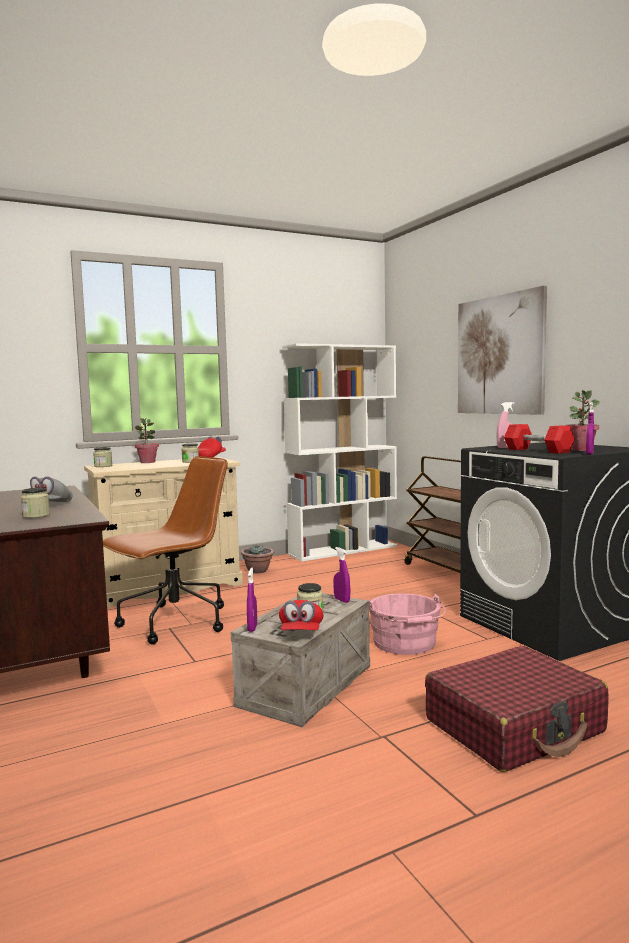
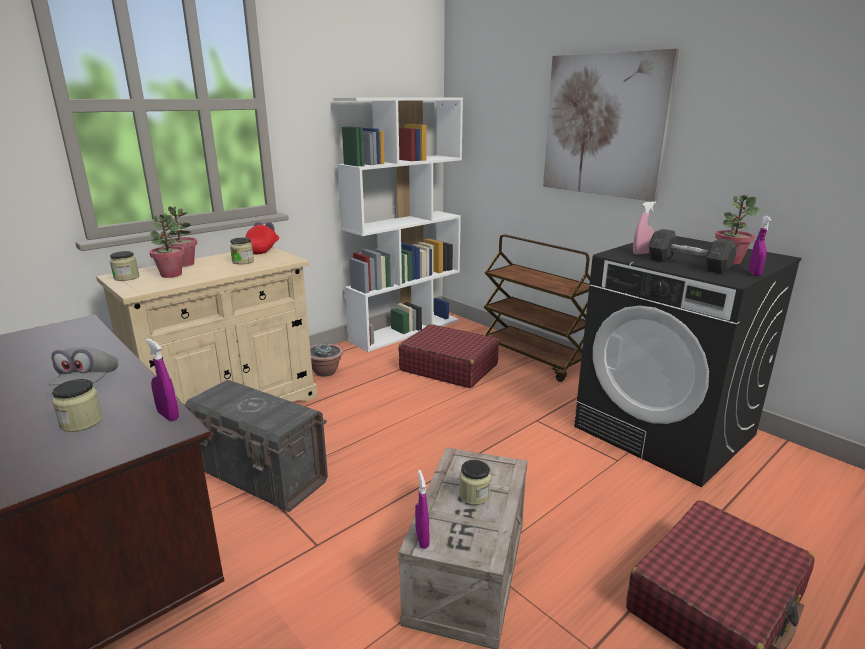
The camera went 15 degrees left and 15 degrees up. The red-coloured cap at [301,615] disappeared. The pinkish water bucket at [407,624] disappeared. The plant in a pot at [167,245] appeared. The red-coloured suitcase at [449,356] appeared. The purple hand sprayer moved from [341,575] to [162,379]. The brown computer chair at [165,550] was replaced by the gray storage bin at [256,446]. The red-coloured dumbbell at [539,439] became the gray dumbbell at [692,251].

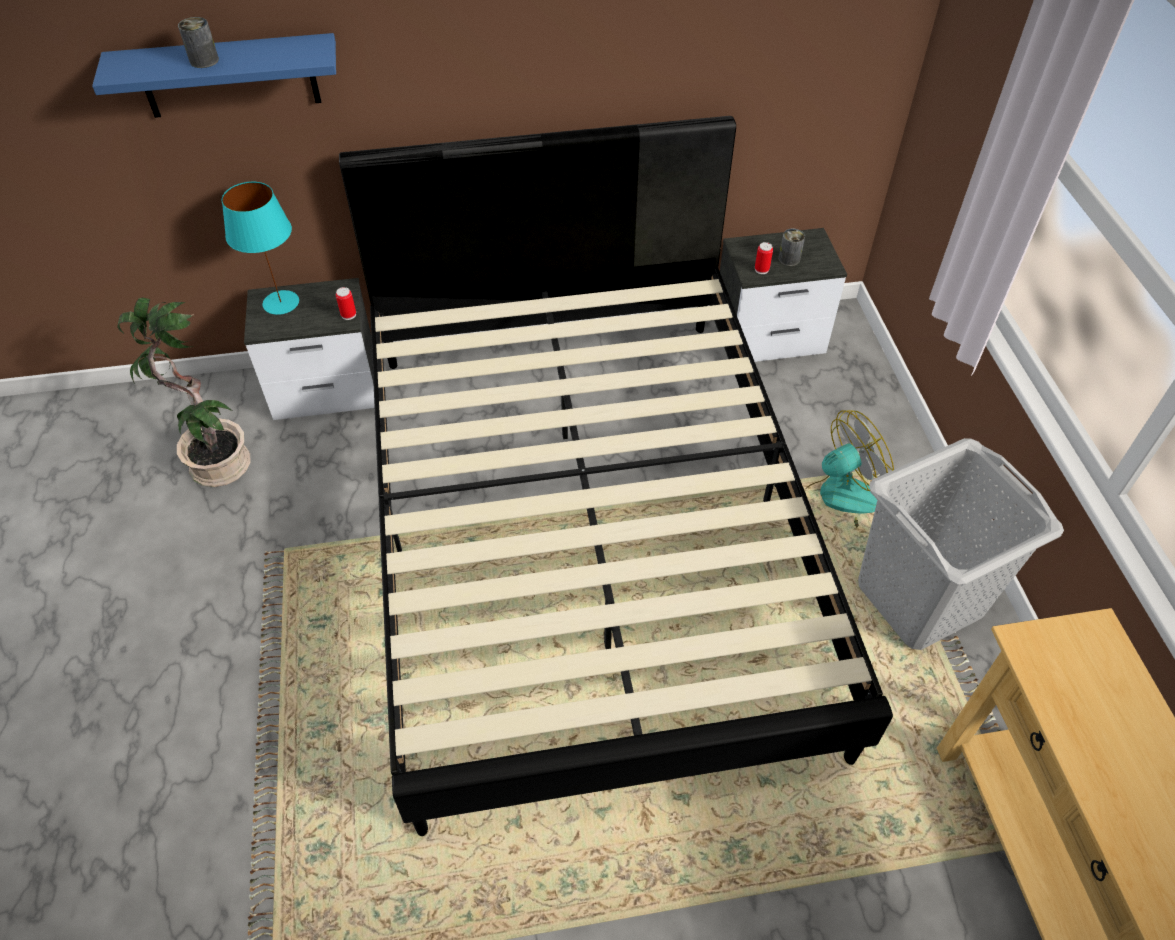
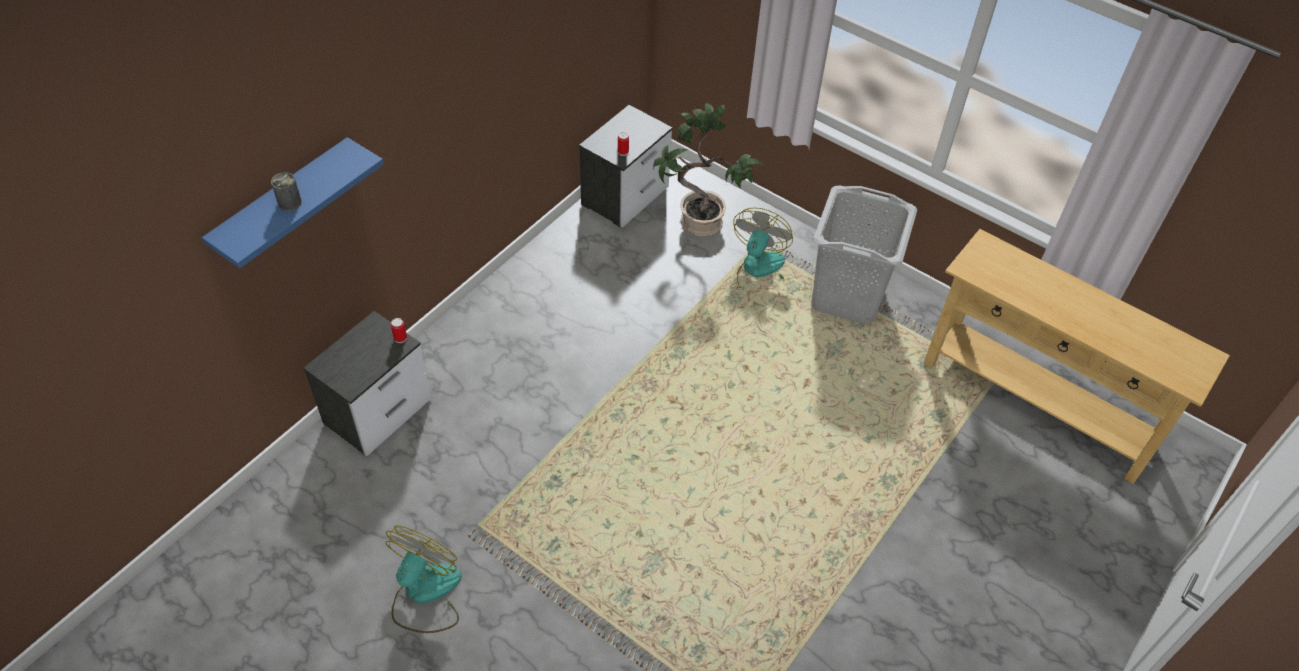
The camera went 45 degrees left and 0 degrees up. The turquoise tabletop lamp at [260,248] disappeared. The black-coloured bedroom bed at [616,476] disappeared. The metal can at [791,247] disappeared. The electric fan at [423,579] appeared. The plant in a pot moved from [184,392] to [708,170].

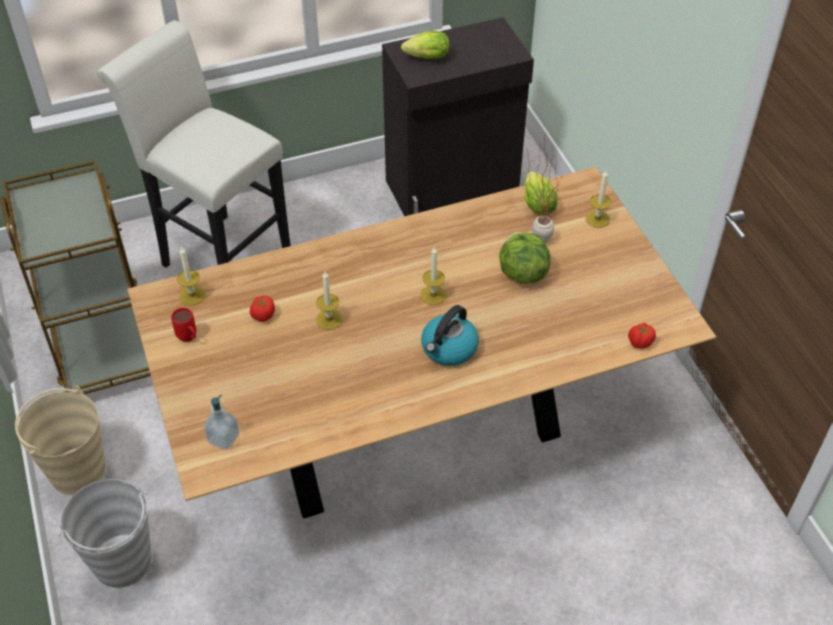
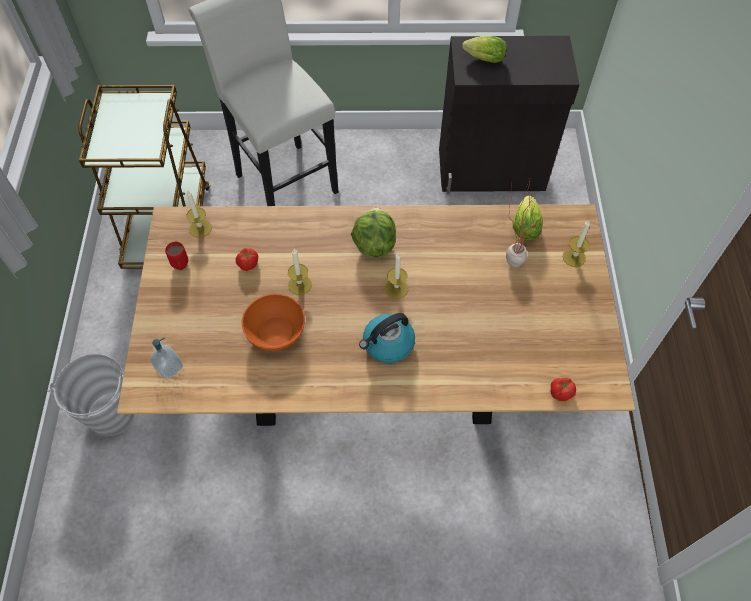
The camera went 20 degrees right and 10 degrees up. The beige-coloured water bucket at [60,440] disappeared. The orangey bowl at [273,322] appeared. The lettuce head moved from [525,258] to [373,232].

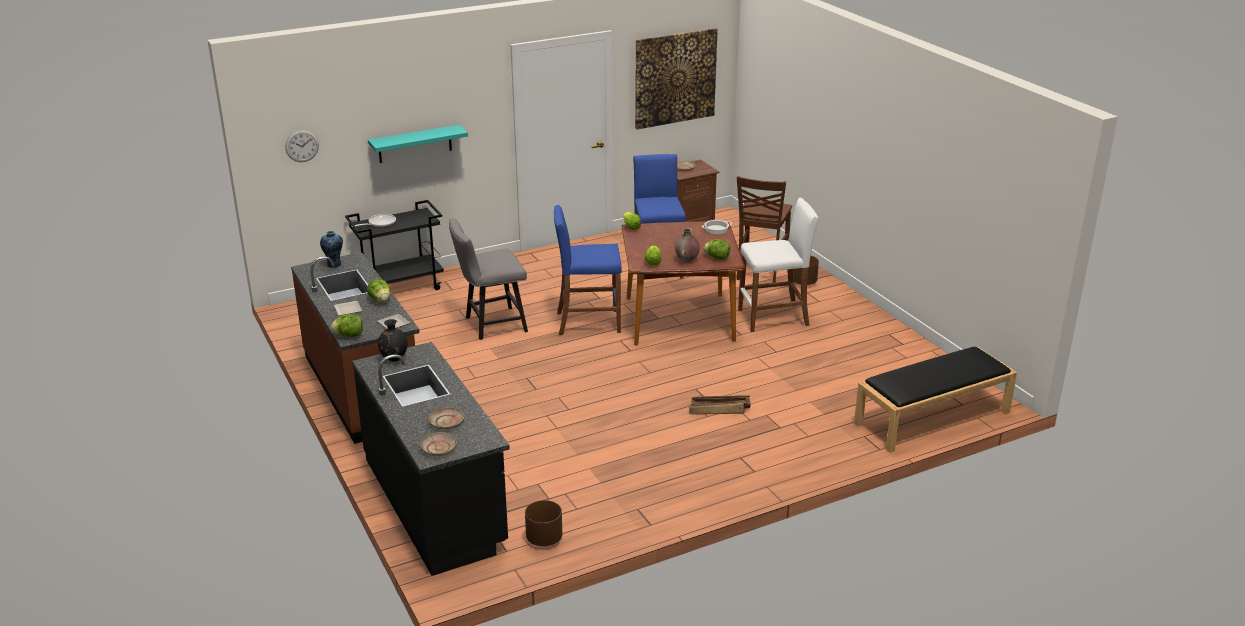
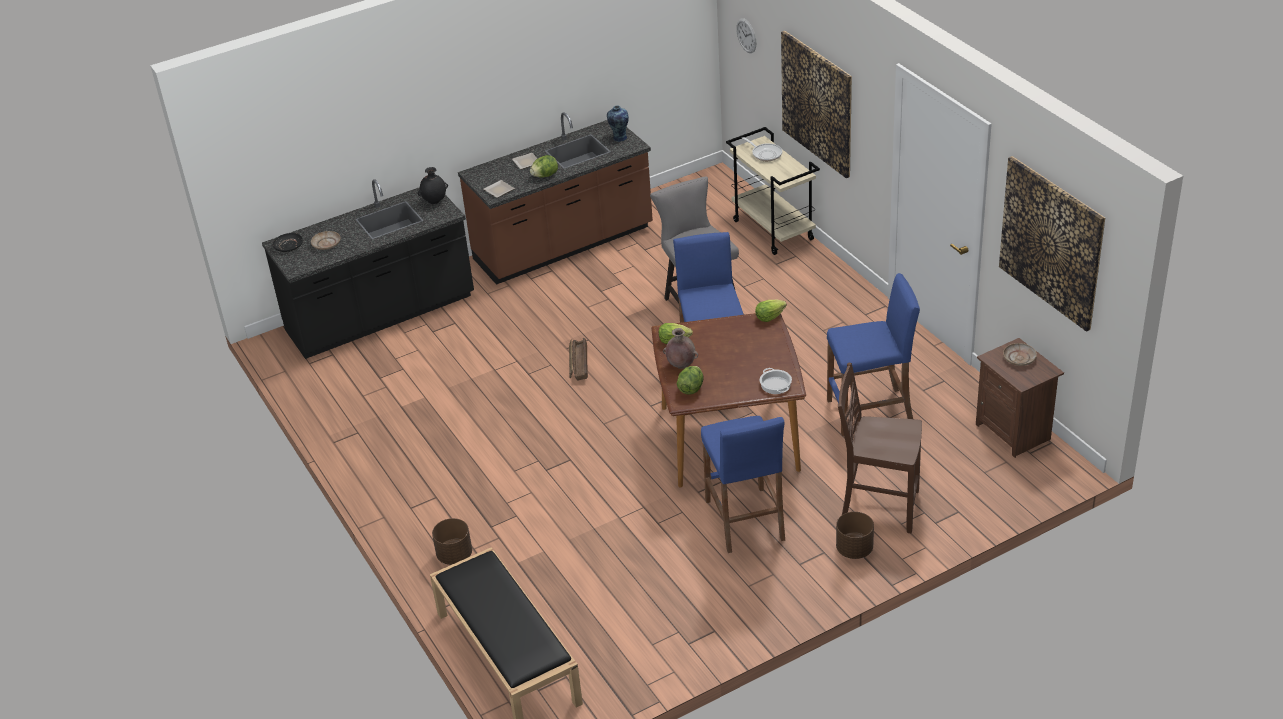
The camera went 90 degrees right and 10 degrees up. The lettuce head at [347,325] disappeared. The brown plant pot moved from [543,523] to [452,541]. The crate moved from [720,405] to [578,359]. The turquoise shelf at [418,144] was replaced by the picture at [816,104]. The black-coloured wheeled cart at [394,245] became the beige-coloured wheeled cart at [773,191]. The beige-coloured flat dish at [438,444] became the black-coloured flat dish at [288,242]. The white stool at [778,265] became the blue-coloured stool at [743,484].

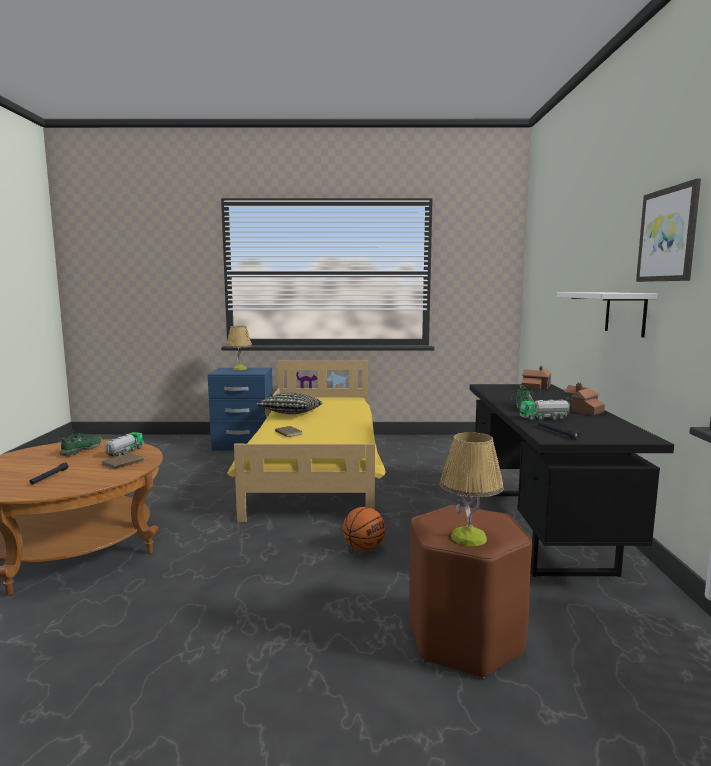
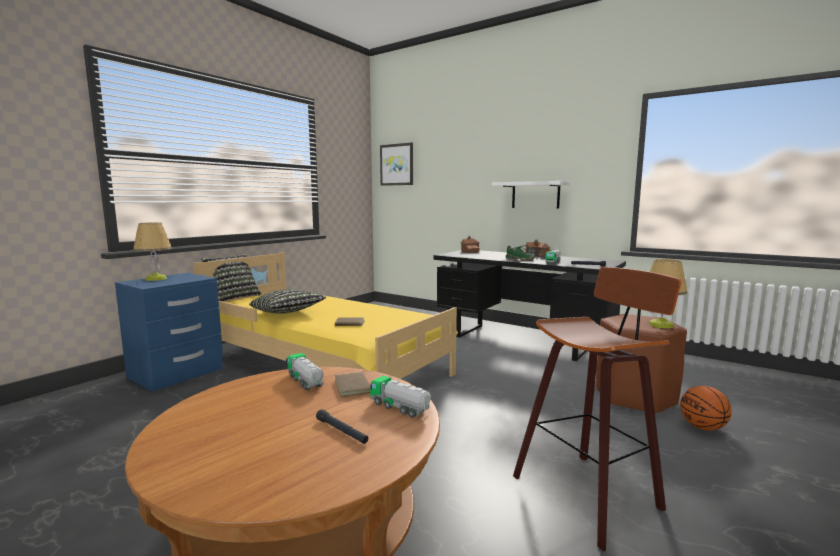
The camera went 55 degrees left and 0 degrees up. The green shoe at [80,443] disappeared. The cushion at [231,277] appeared. The toy truck at [400,397] appeared. The stool at [597,409] appeared. The basketball ball moved from [364,529] to [706,408]. The picture moved from [668,230] to [396,164].

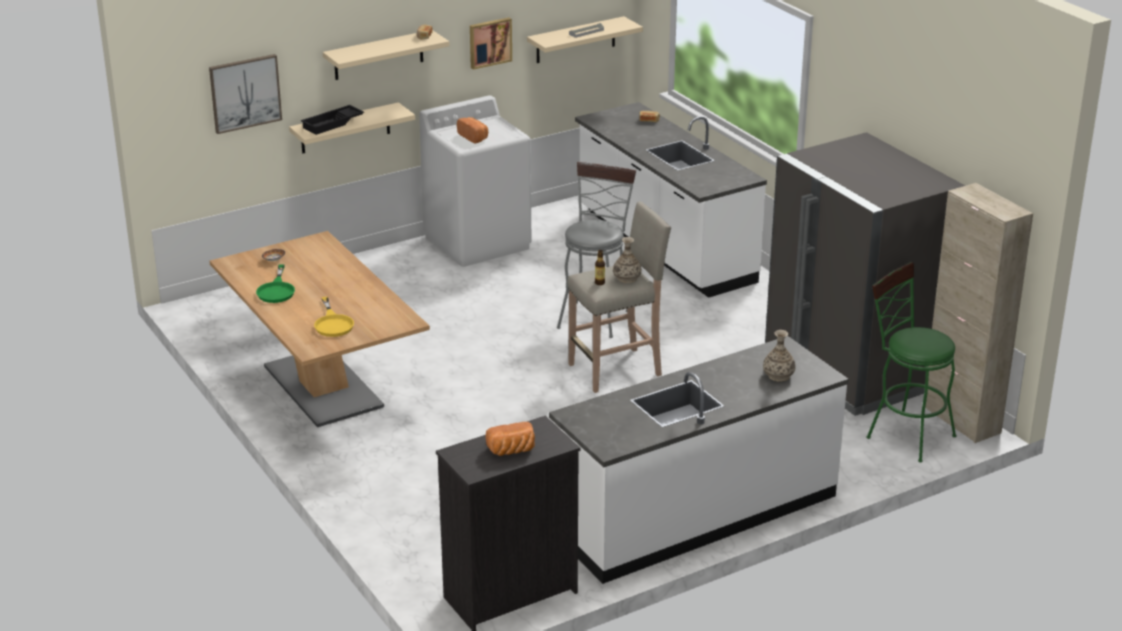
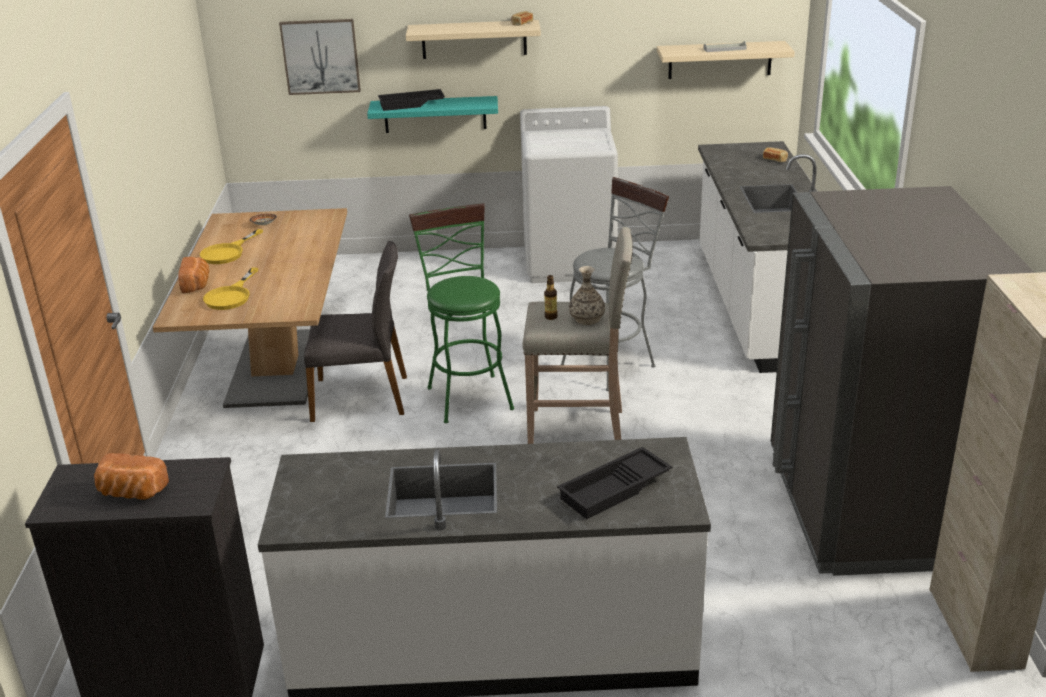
The camera went 30 degrees right and 0 degrees up. The picture at [491,43] disappeared. The gray plain chair at [355,331] appeared. The baked bread moved from [472,130] to [193,275]. The green stool moved from [911,362] to [461,313]. The decorative vase at [779,356] was replaced by the black-coloured tray at [615,483]. The green skillet at [275,283] became the yellow-coloured skillet at [231,246]. The beige-coloured shelf at [352,127] became the turquoise shelf at [432,114].

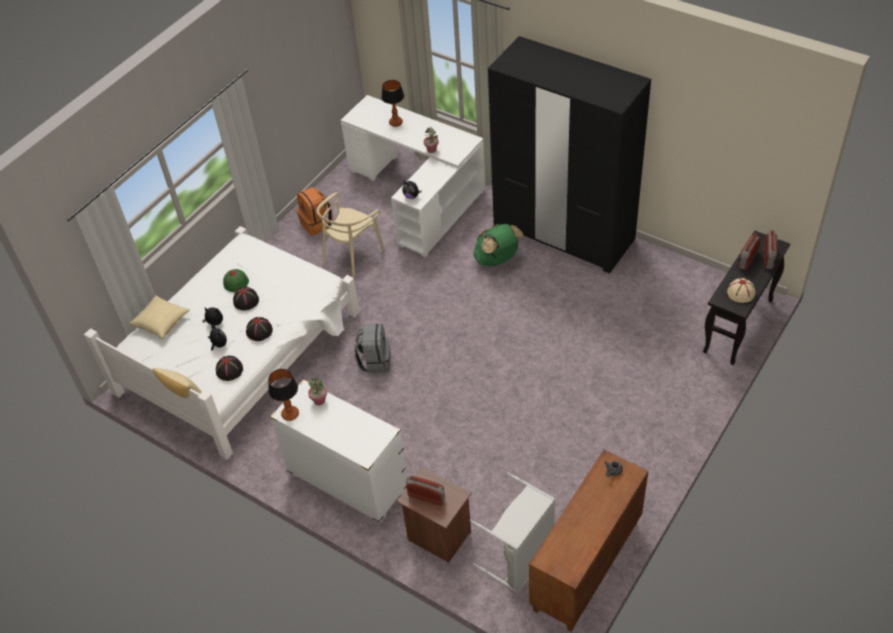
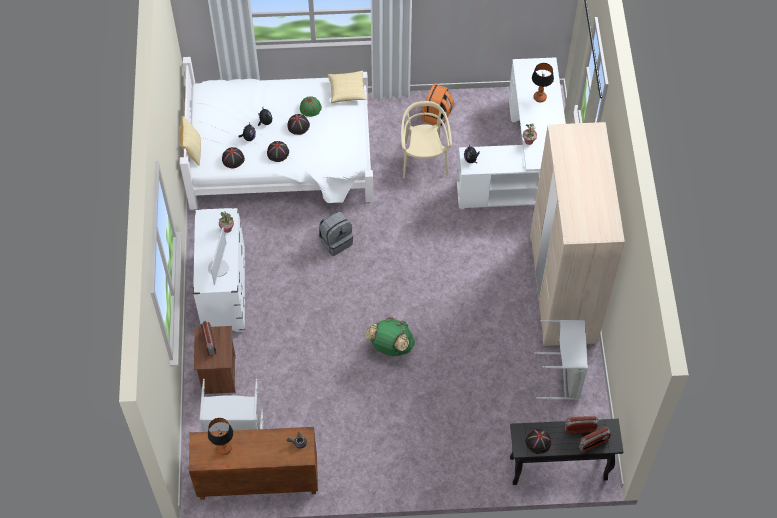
The camera went 50 degrees right and 10 degrees up. The computer screen at [218,256] appeared. The gray washing basket at [561,360] appeared. The cushion moved from [159,317] to [347,87]. The tabletop lamp moved from [283,395] to [220,436]. The green knapsack moved from [499,245] to [390,336]. The black-coloured clothes cupboard at [569,154] became the beige-coloured clothes cupboard at [577,234]. The beige-coloured wearable hat at [741,290] became the black-coloured wearable hat at [538,441]. The beige-coloured plain chair at [351,235] turned 90 degrees clockwise.

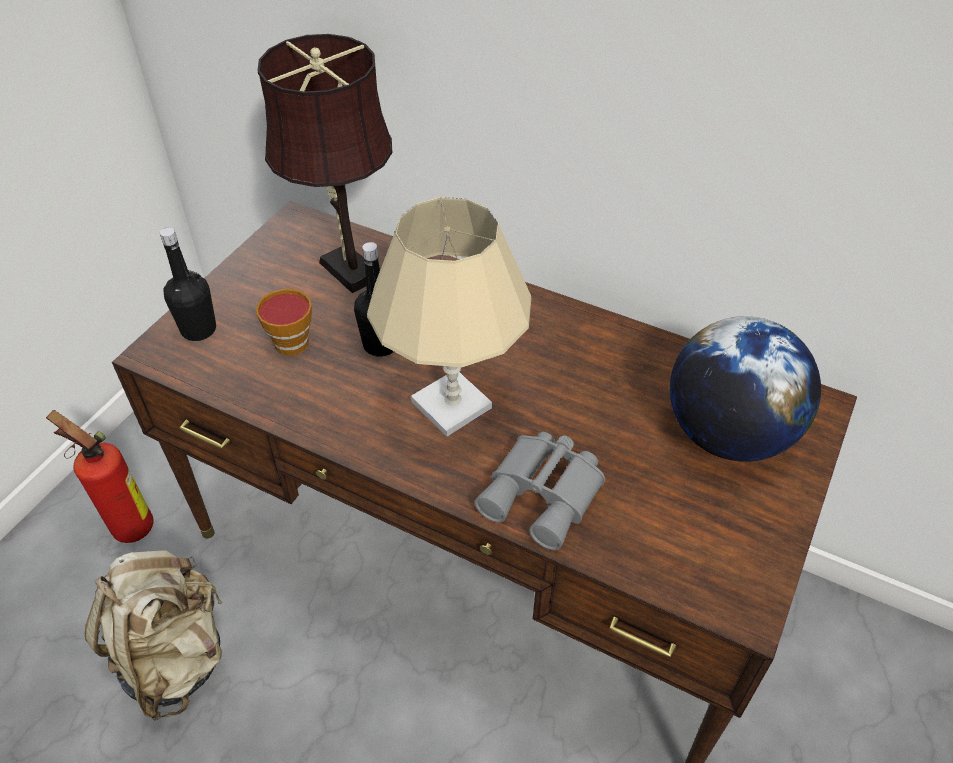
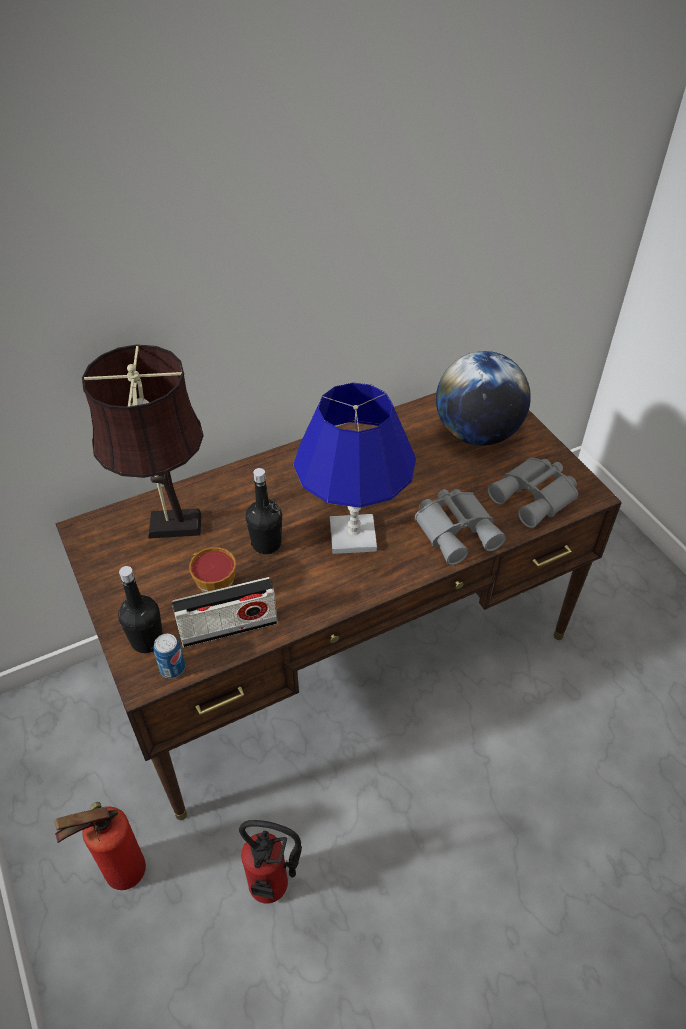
The camera went 55 degrees left and 0 degrees up. The metal can at [169,656] appeared. The radio receiver at [225,612] appeared. The gray binoculars at [532,492] appeared. The beige-coloured knapsack at [154,635] was replaced by the fire-fighting cylinder at [270,861]. The beige-coloured tabletop lamp at [449,317] became the blue-coloured tabletop lamp at [355,468].

